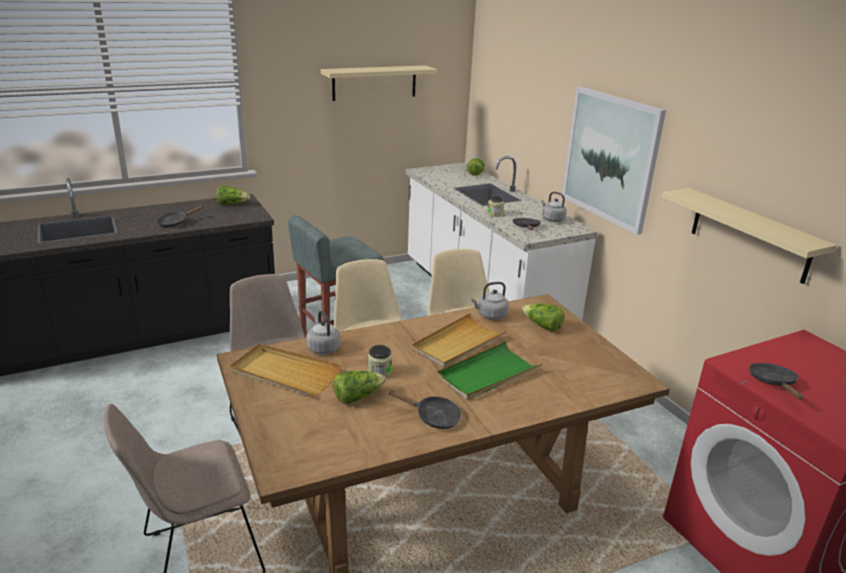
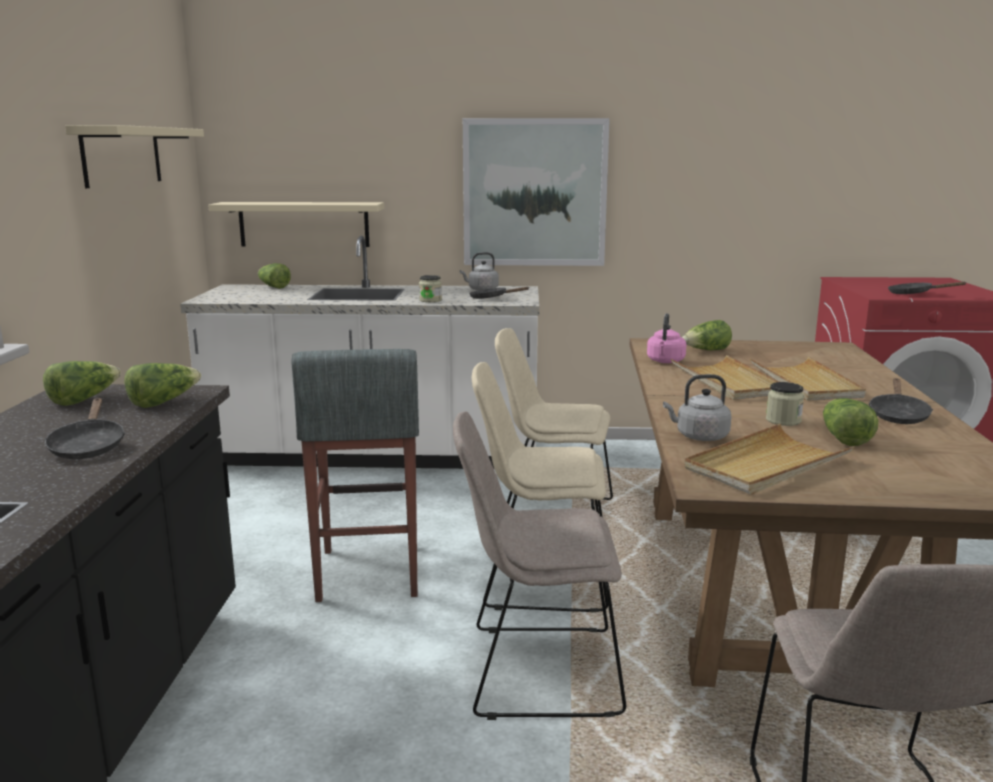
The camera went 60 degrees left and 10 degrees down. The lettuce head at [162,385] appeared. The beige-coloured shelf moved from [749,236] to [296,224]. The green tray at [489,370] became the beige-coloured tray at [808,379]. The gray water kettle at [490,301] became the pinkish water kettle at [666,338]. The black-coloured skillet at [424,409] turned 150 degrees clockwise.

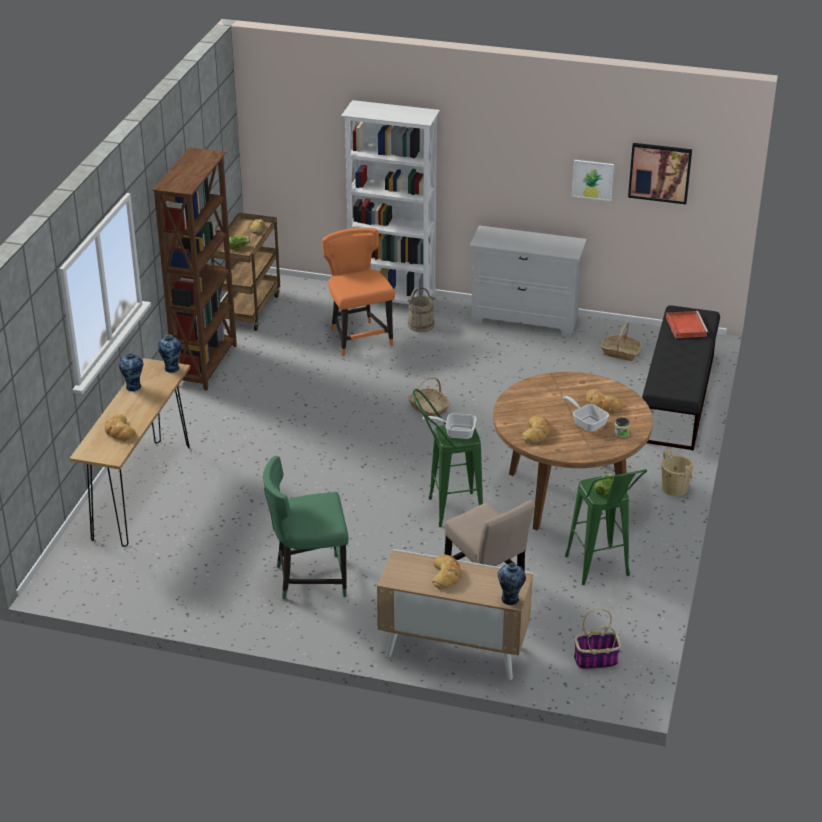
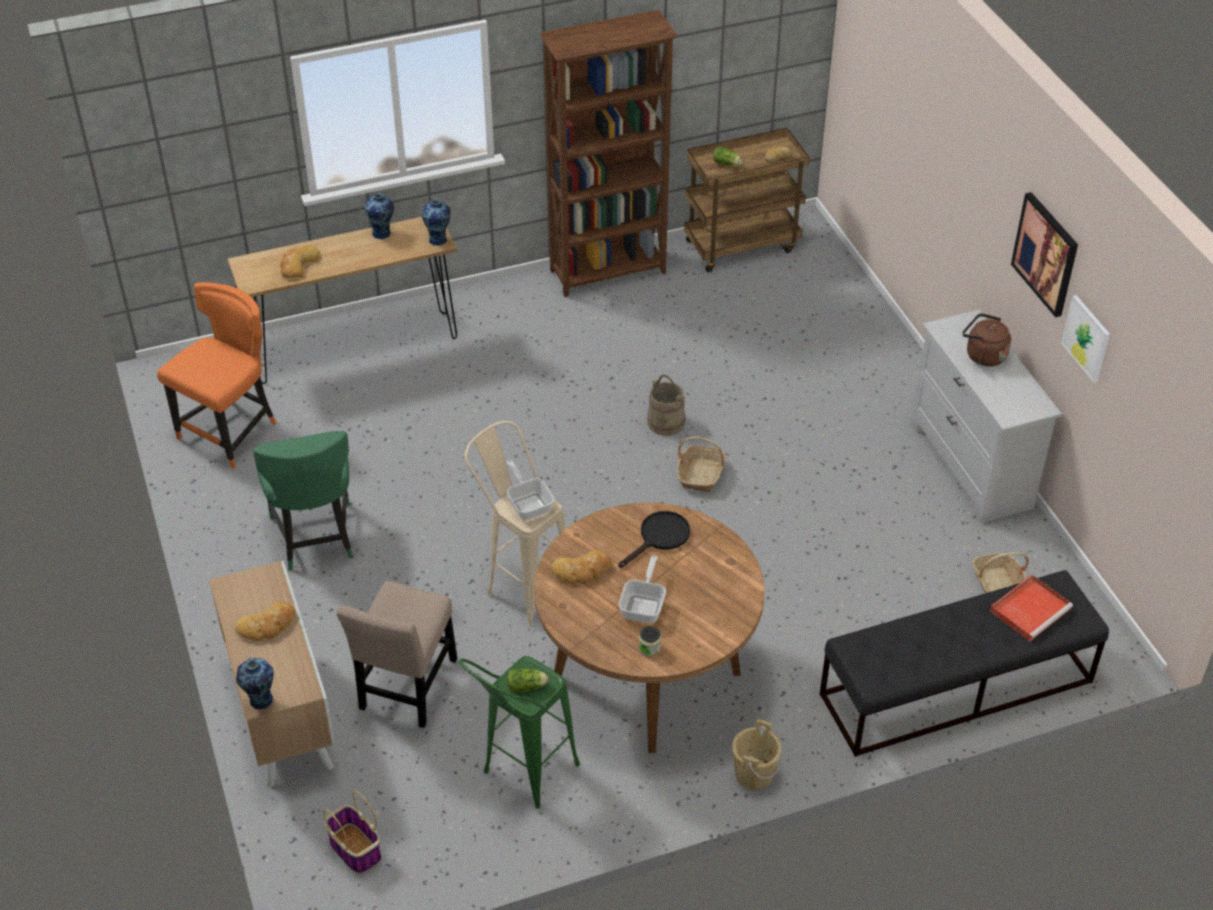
The camera went 55 degrees right and 10 degrees up. The white bookshelf at [390,202] disappeared. The baked bread at [604,401] disappeared. The black-coloured skillet at [654,539] appeared. The brown water kettle at [986,340] appeared. The orangey plain chair moved from [358,292] to [217,375]. The beige-coloured water bucket moved from [421,309] to [666,405]. The picture moved from [660,173] to [1044,254]. The green stool at [448,458] became the beige-coloured stool at [515,523]. The green plain chair at [306,528] turned 150 degrees counterclockwise.

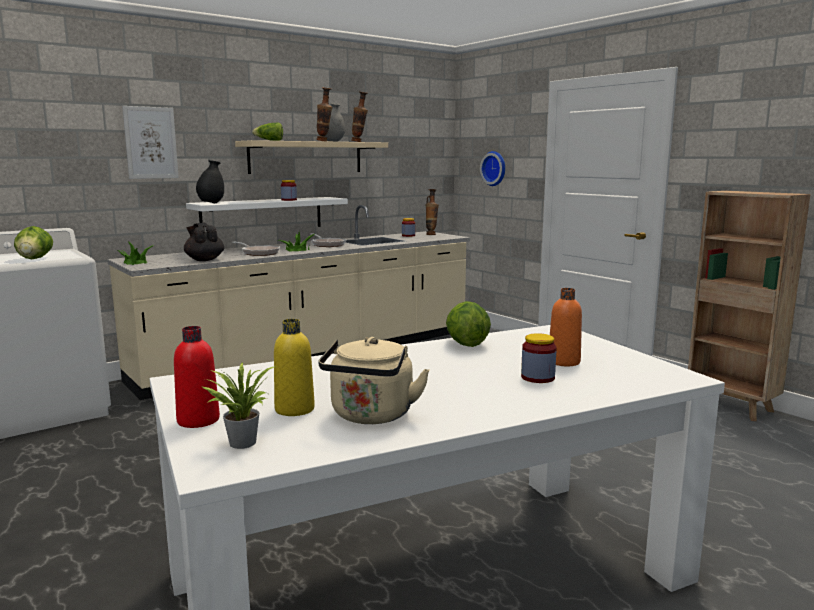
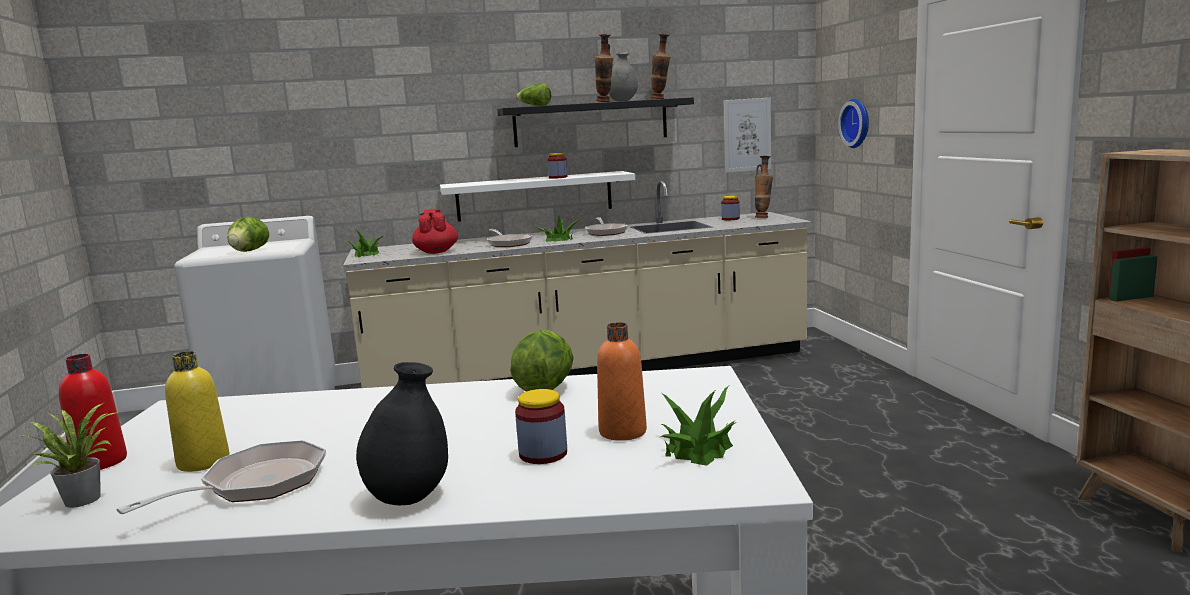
The camera went 25 degrees right and 0 degrees up. The plant in a pot at [698,426] appeared. The picture moved from [150,142] to [747,135]. The black-coloured decorative vase moved from [210,181] to [402,433]. The beige-coloured water kettle at [374,380] was replaced by the skillet at [221,477]. The black-coloured pot for tea at [204,242] became the red-coloured pot for tea at [435,231]. The beige-coloured shelf at [311,157] became the black-coloured shelf at [595,122].

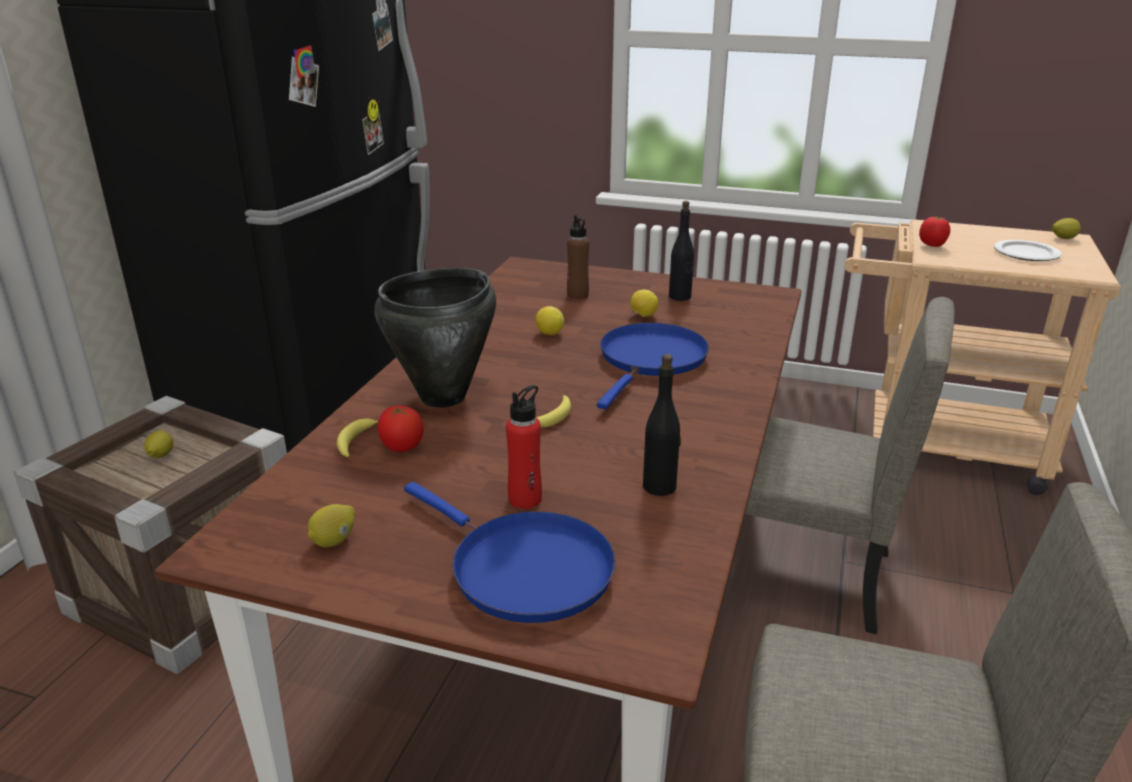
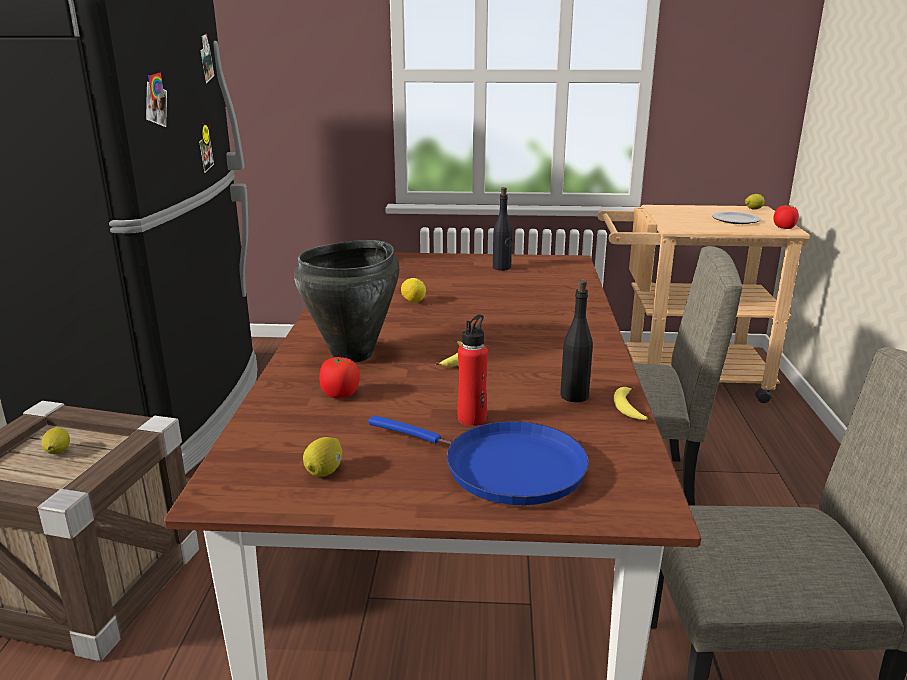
The camera went 15 degrees left and 5 degrees down. The brown beverage bottle at [578,257] disappeared. The blue-coloured skillet at [653,366] disappeared. The whole lemon at [644,303] disappeared. The whole banana moved from [358,437] to [631,403]. The whole tomato moved from [934,231] to [786,217].

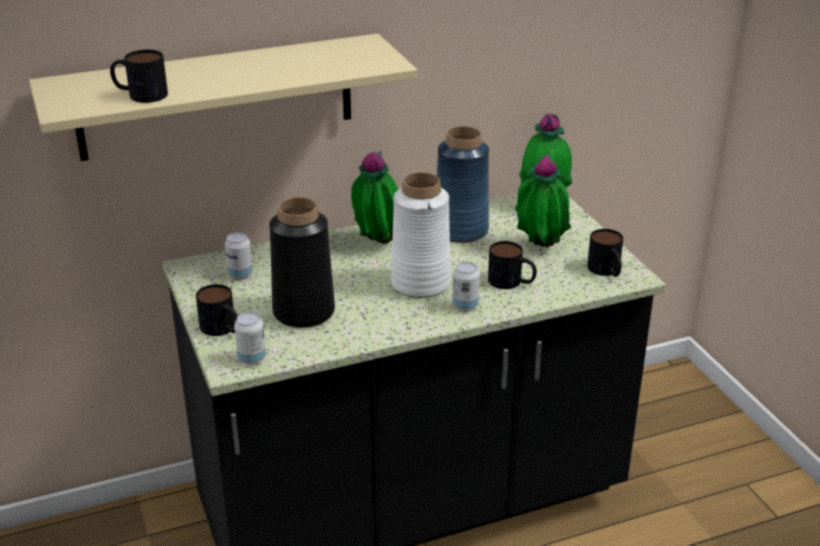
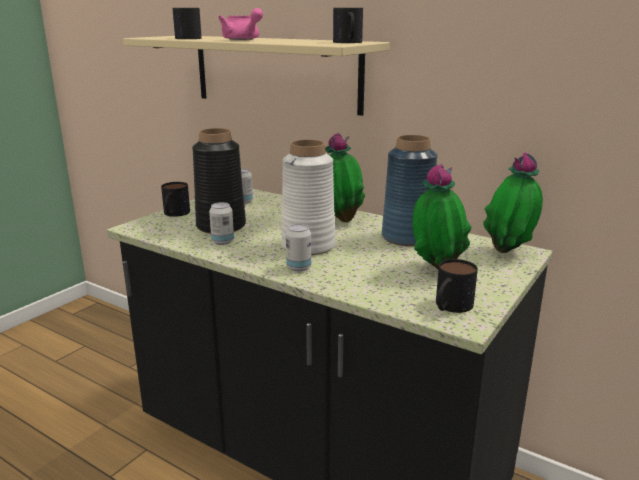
The camera went 55 degrees right and 10 degrees down. The pinkish pot for tea at [240,24] appeared. The metal can moved from [250,338] to [221,223]. The coffee mug moved from [512,265] to [348,25].

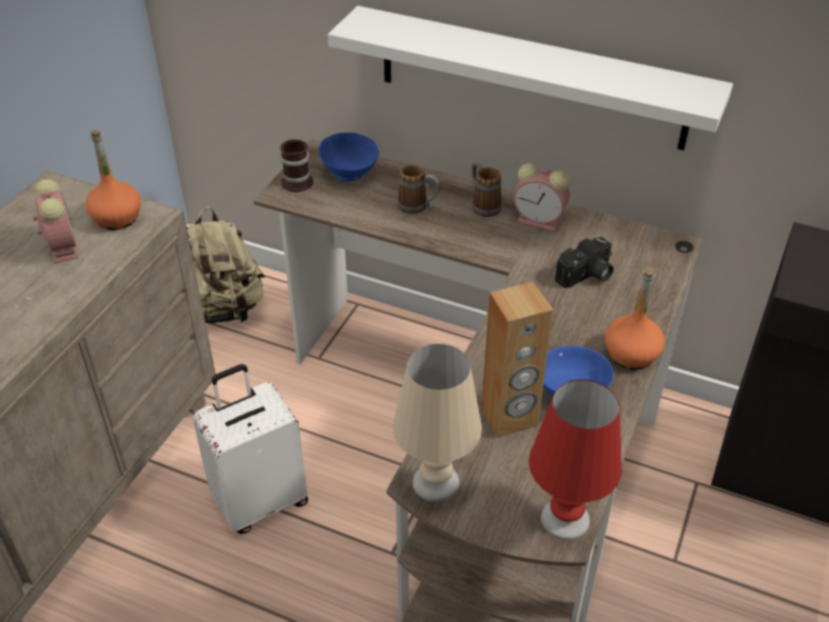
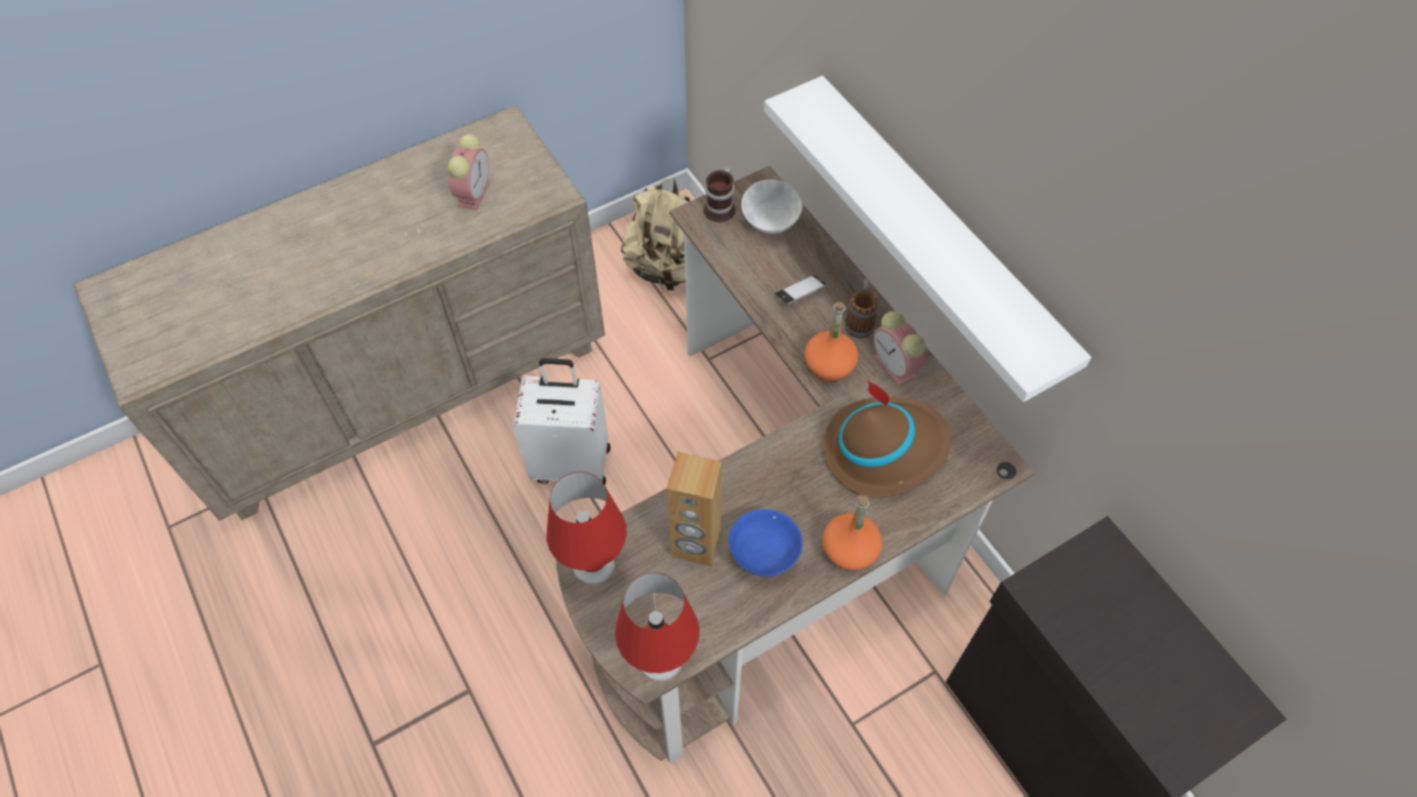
The camera went 35 degrees right and 15 degrees up. The orangey beverage bottle moved from [113,180] to [831,342]. The coffee mug at [418,189] was replaced by the phone at [801,290]. The still camera at [584,262] was replaced by the brown wearable hat at [887,438]. The blue-coloured bowl at [349,157] became the white bowl at [772,207]. The beige-coloured tabletop lamp at [437,423] became the red-coloured tabletop lamp at [587,528].

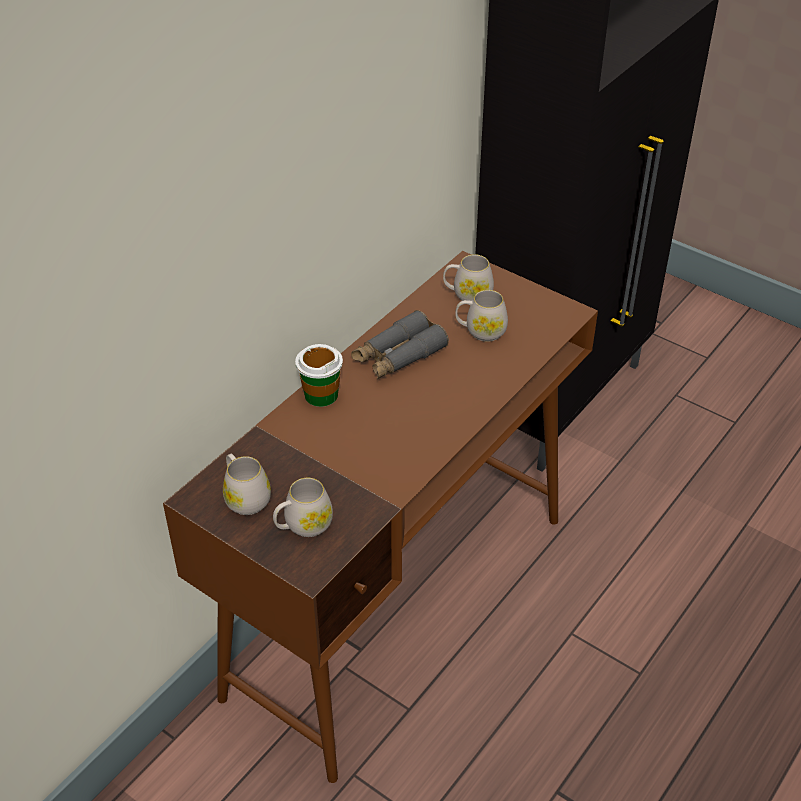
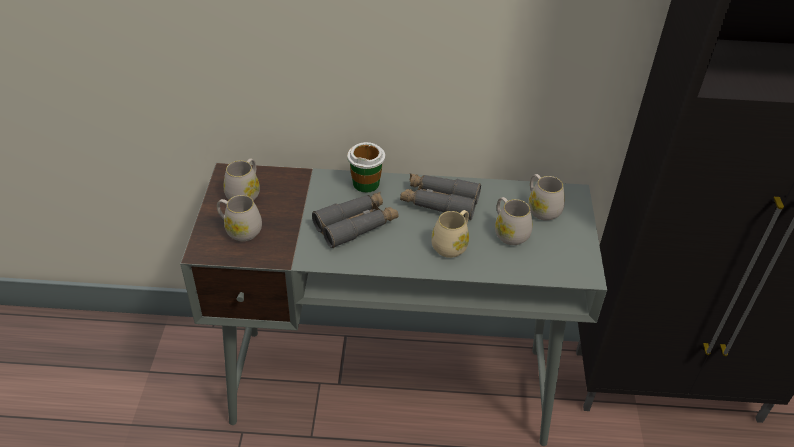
The camera went 55 degrees right and 0 degrees up. The gray binoculars at [355,220] appeared. The beige-coloured coffee mug at [450,234] appeared. The brown desk unit at [380,517] became the gray desk unit at [393,304].

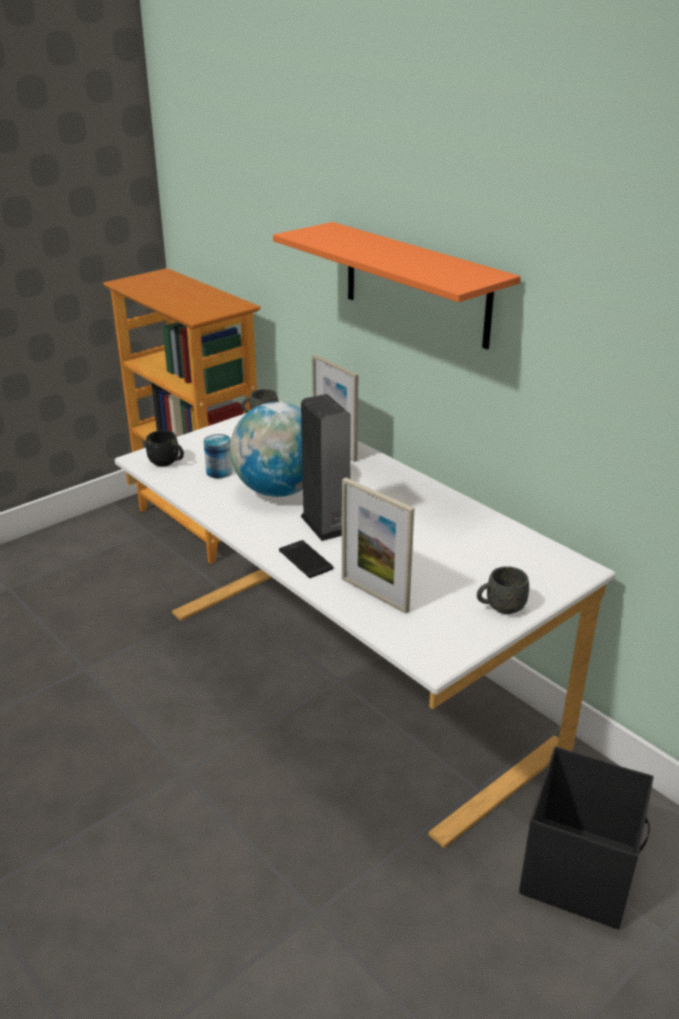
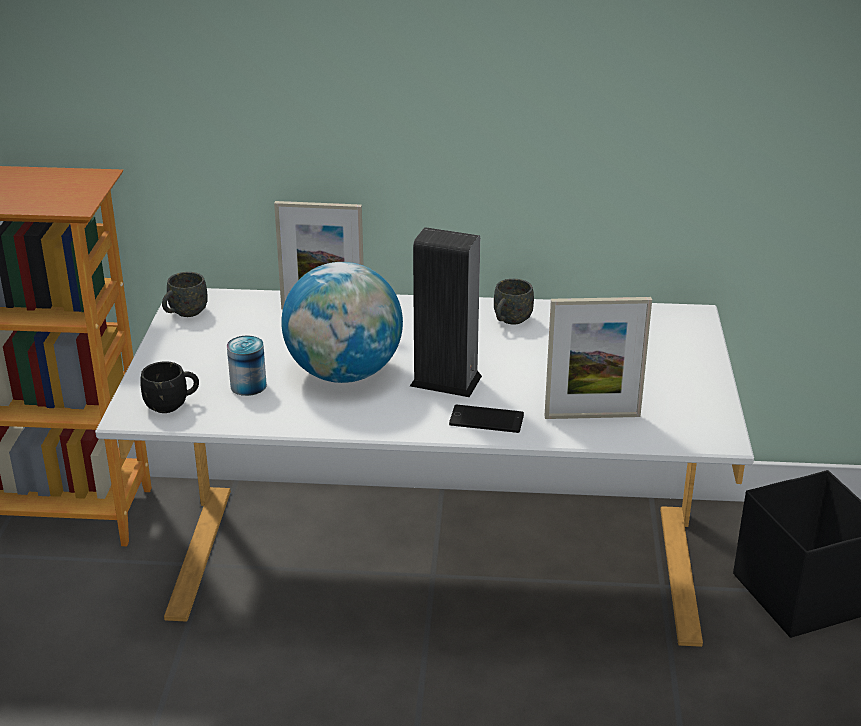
The camera went 45 degrees left and 0 degrees up. The orangey shelf at [397,285] disappeared. The gray coffee mug moved from [503,590] to [514,301].

